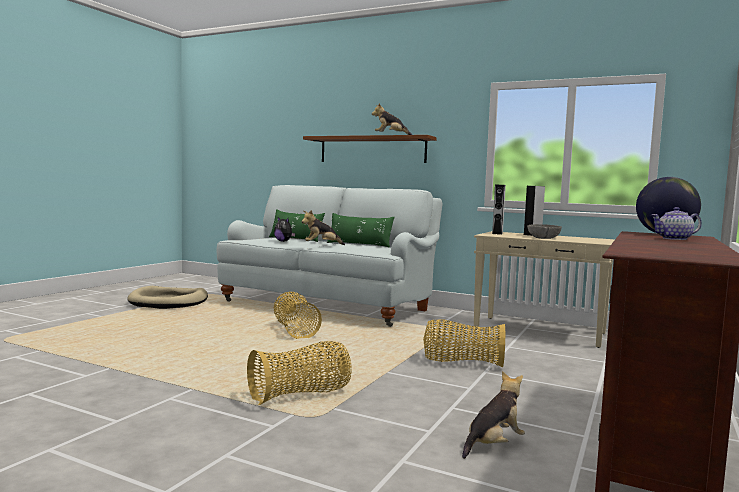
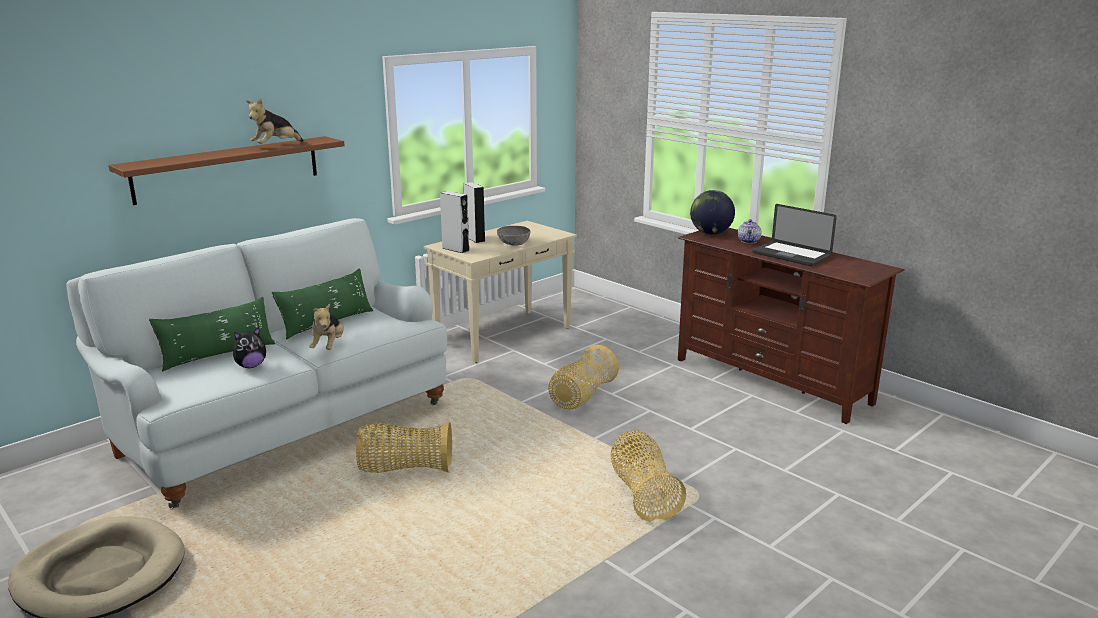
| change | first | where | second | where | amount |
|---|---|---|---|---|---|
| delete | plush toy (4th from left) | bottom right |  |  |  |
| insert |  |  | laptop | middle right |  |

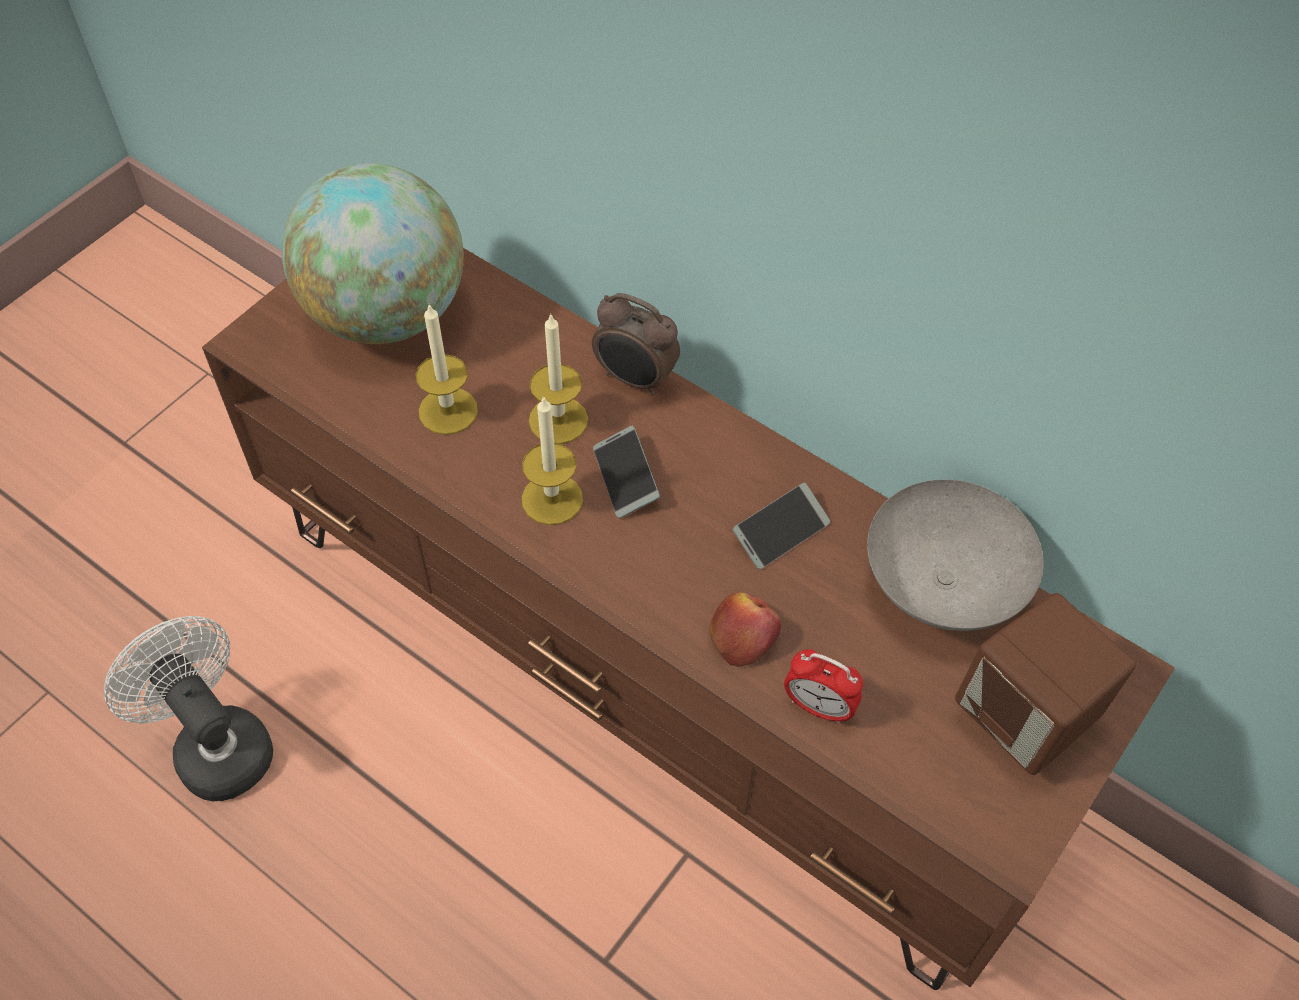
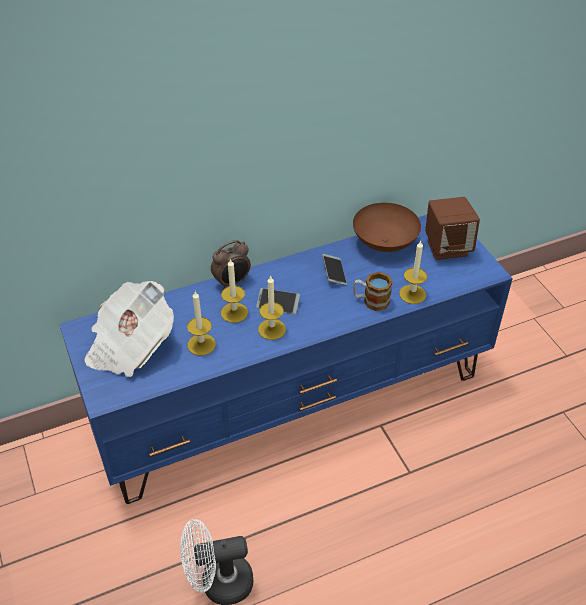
| change | first | where | second | where | amount |
|---|---|---|---|---|---|
| replace | globe | top left | newspaper | middle left |  |
| replace | apple | centre | mug | centre |  |
| replace | alarm clock (2nd from left) | bottom centre | candle (4th from left) | middle right |  |
| recolor | tv stand (brown) | centre | tv stand (blue) | centre |  |
| recolor | bowl (grey) | middle right | bowl (brown) | centre |  |

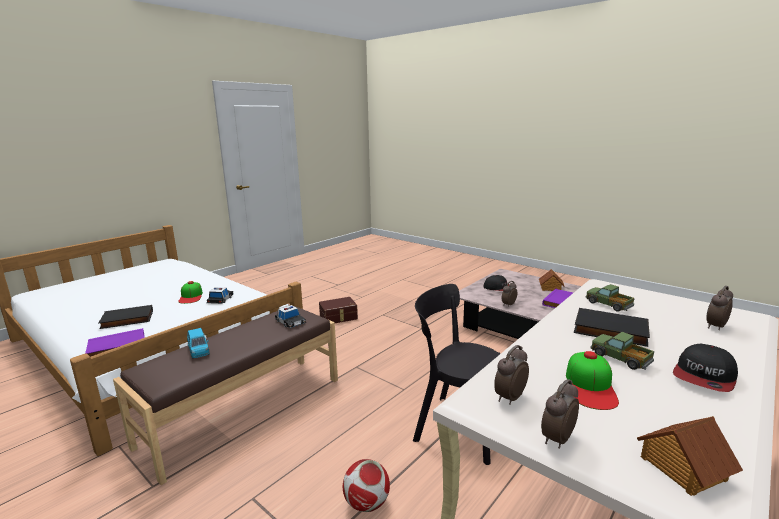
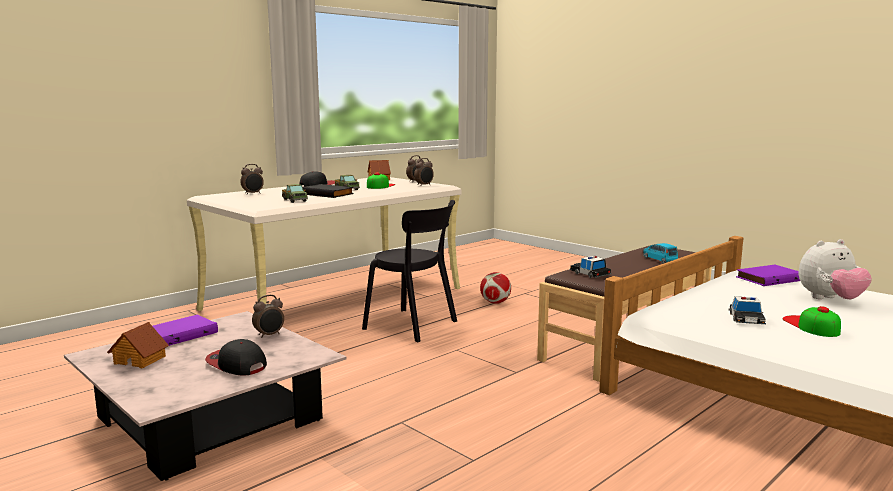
| change | first | where | second | where | amount |
|---|---|---|---|---|---|
| delete | storage box (brown) | centre |  |  |  |
| replace | book (black) (1st from left) | middle left | plush toy | middle right |  |

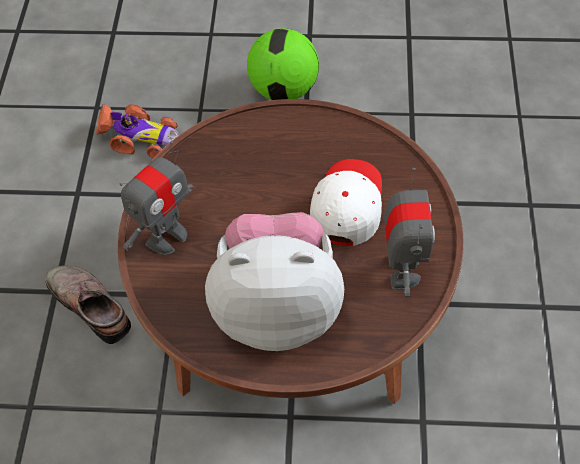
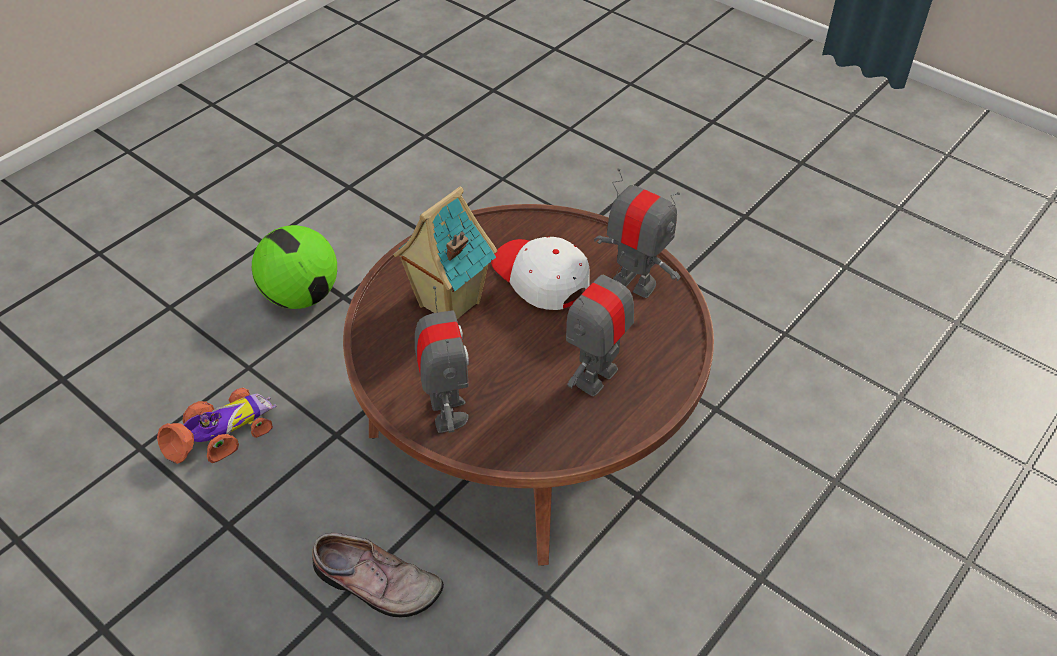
| change | first | where | second | where | amount |
|---|---|---|---|---|---|
| insert |  |  | toy house | centre |  |
| replace | plush toy | centre | toy robot (2nd from left) | centre |  |
| rotate | shoe | middle left |  | bottom centre | 150 degrees counterclockwise |

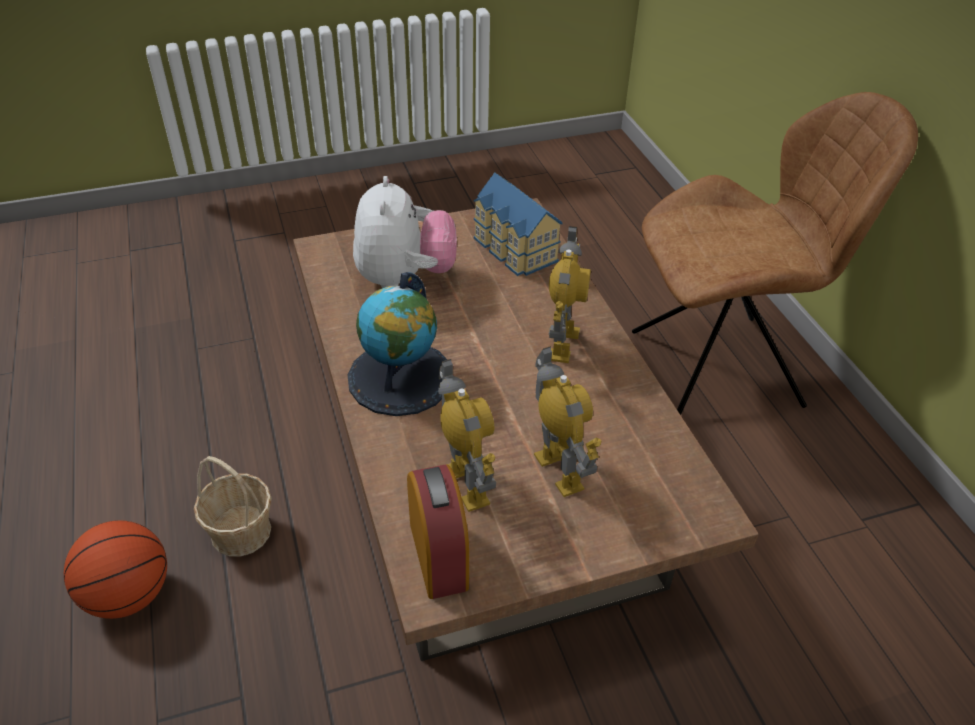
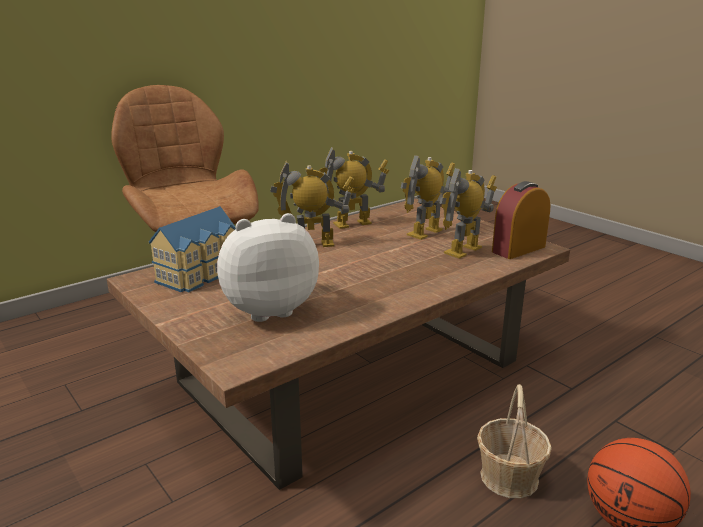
| change | first | where | second | where | amount |
|---|---|---|---|---|---|
| delete | globe | centre |  |  |  |
| insert |  |  | toy robot (2nd from left) | centre |  |

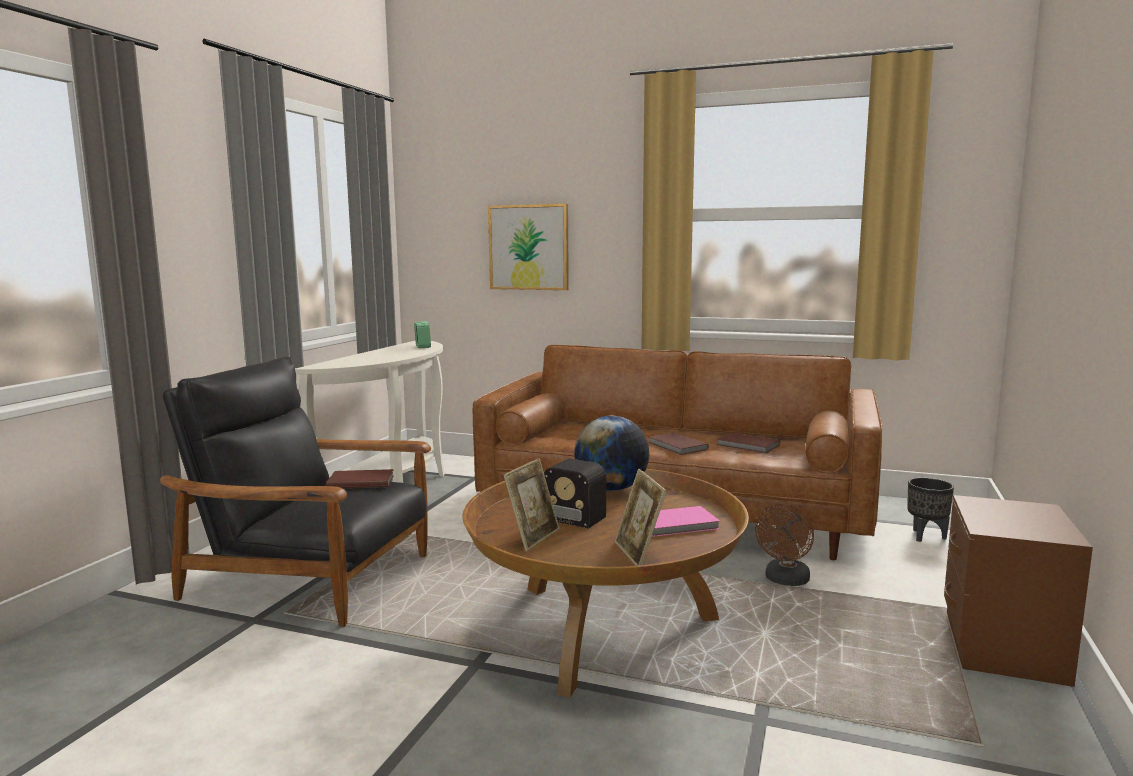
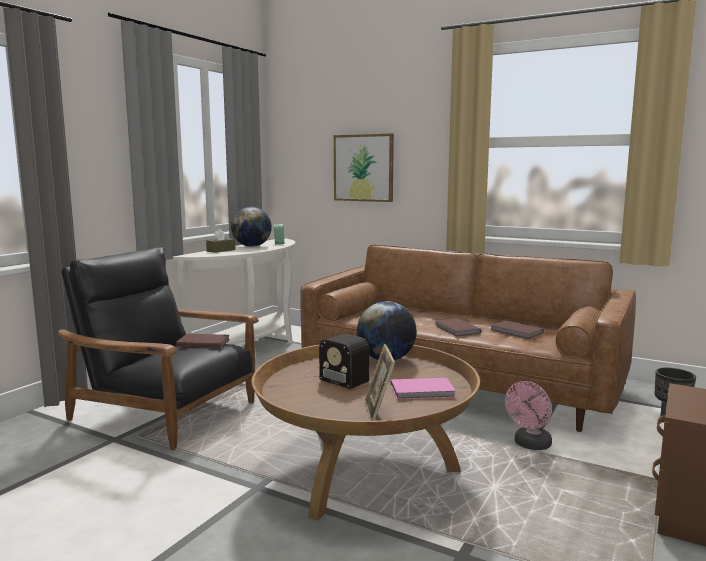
| change | first | where | second | where | amount |
|---|---|---|---|---|---|
| delete | picture frame (1st from left) | centre |  |  |  |
| insert |  |  | tissue box (brown) | middle left |  |
| insert |  |  | globe (1st from left) | centre |  |
| recolor | fan (brown) | bottom right | fan (pink) | bottom right |  |

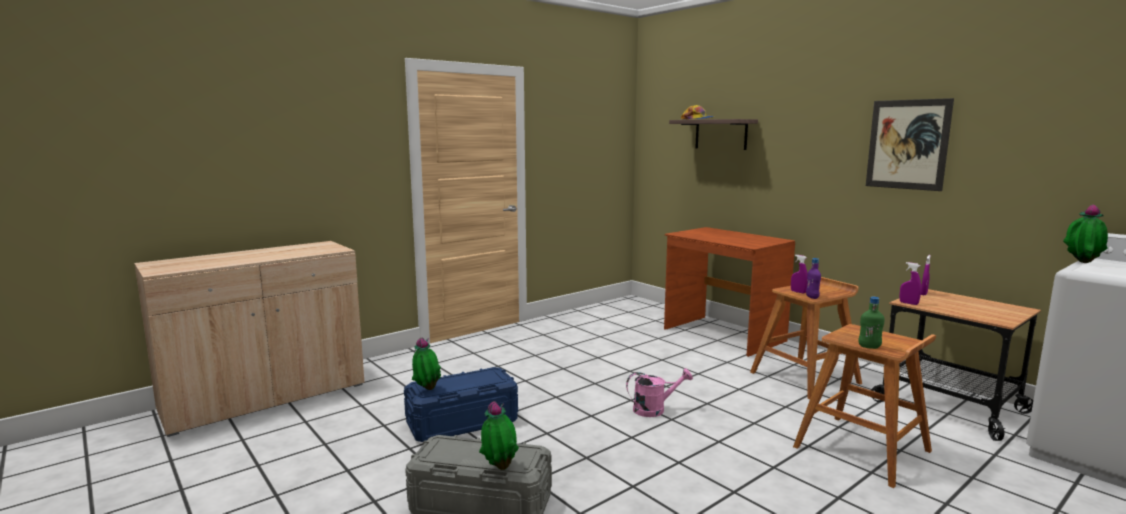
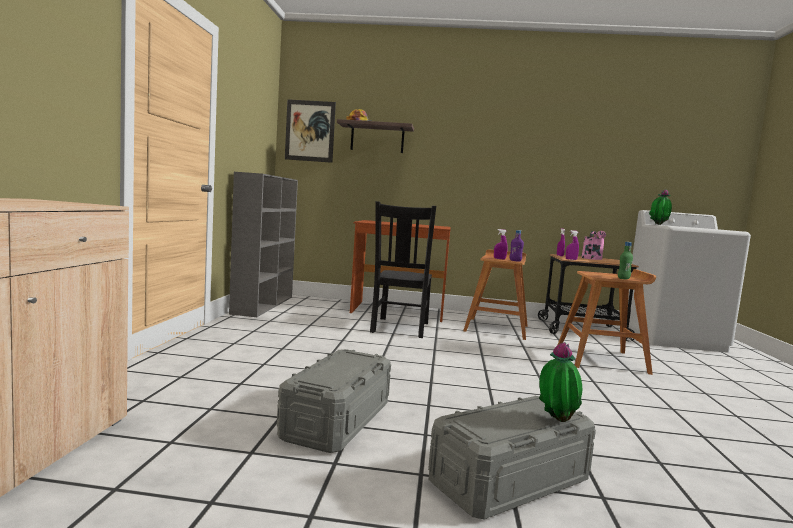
| change | first | where | second | where | amount |
|---|---|---|---|---|---|
| delete | potted plant (1st from left) | bottom centre |  |  |  |
| insert |  |  | bookcase (grey) | middle left |  |
| insert |  |  | chair (black) | centre |  |
| move | watering can (pink) | bottom centre |  | middle right |  |
| move | picture | top right |  | top centre |  |
| recolor | storage box (blue) | bottom centre | storage box (grey) (1st from left) | bottom centre |  |

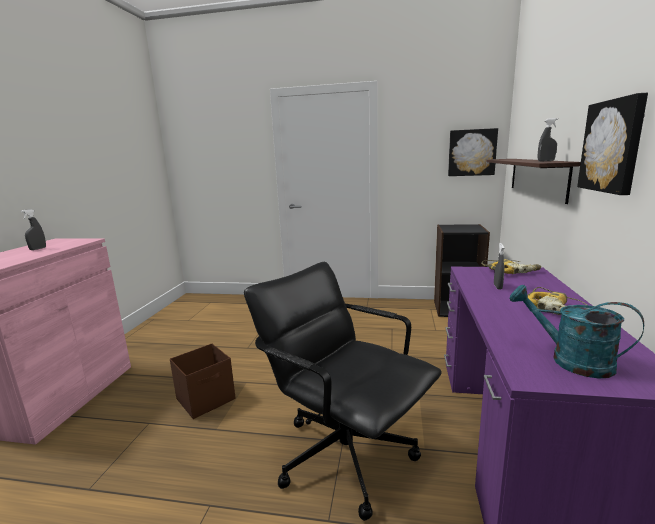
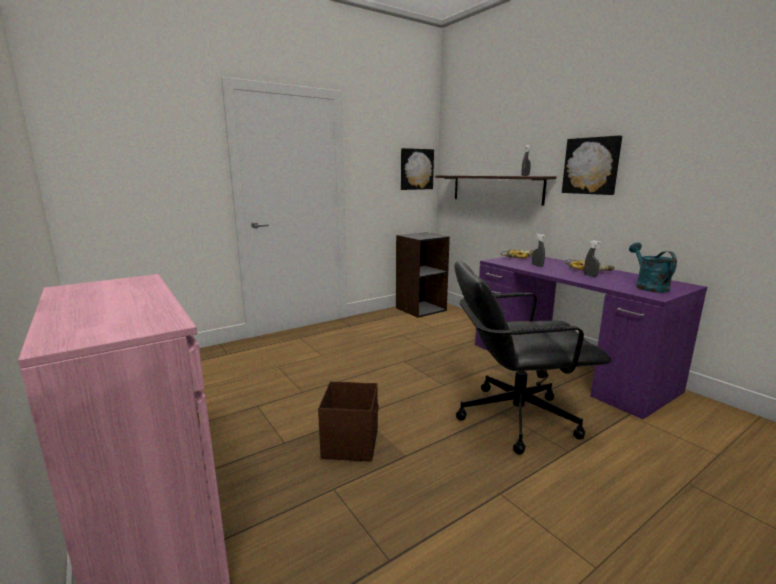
| change | first | where | second | where | amount |
|---|---|---|---|---|---|
| move | spray bottle (grey) (1st from left in the first image) | middle left | spray bottle (grey) (3rd from left) | middle right |  |
| rotate | watering can (turquoise) | middle right |  | middle right | 90 degrees clockwise |

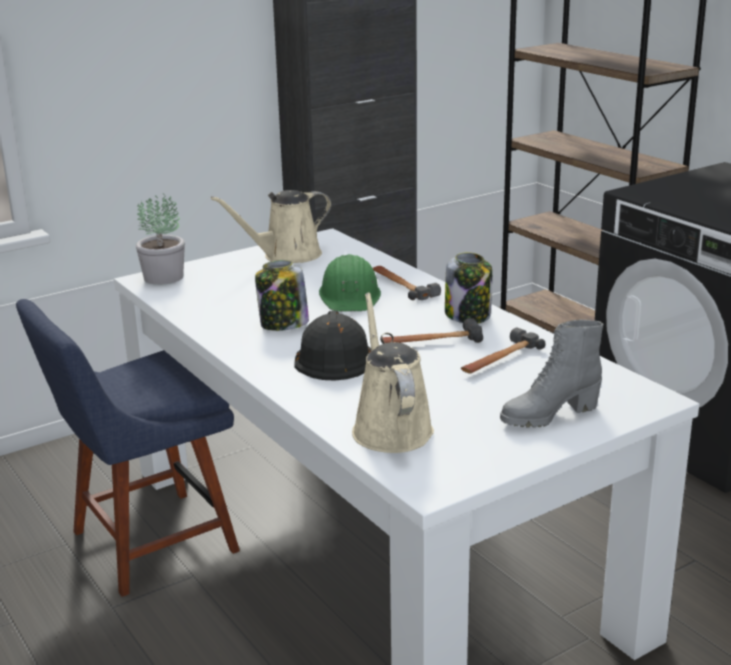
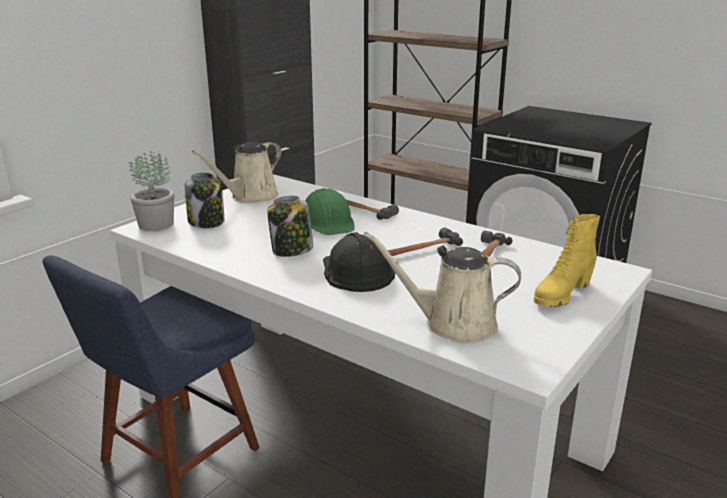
| change | first | where | second | where | amount |
|---|---|---|---|---|---|
| move | jar (2nd from left in the first image) | centre | jar (1st from left) | middle left |  |
| recolor | boot (grey) | middle right | boot (yellow) | middle right |  |
| rotate | watering can (beige) (2nd from left) | centre |  | centre | 45 degrees counterclockwise |

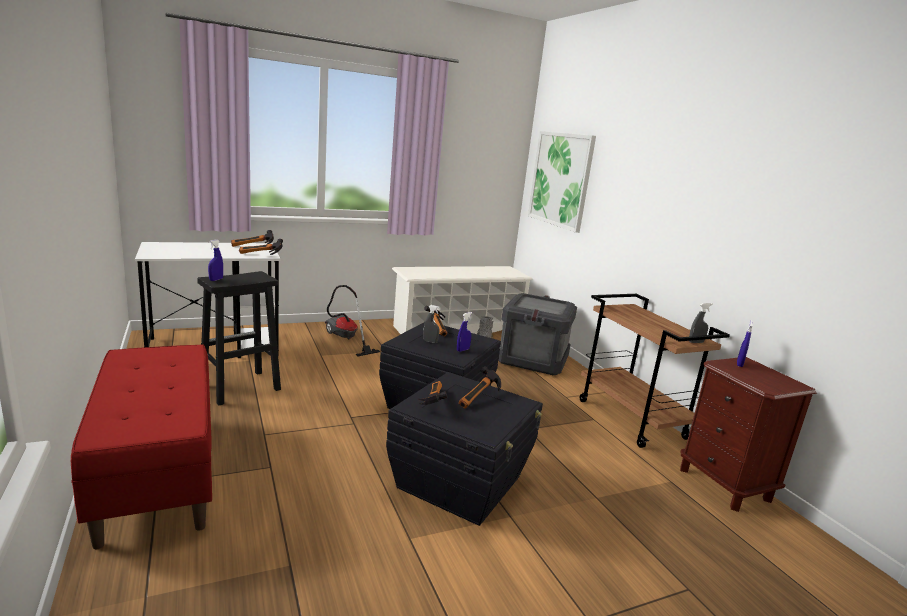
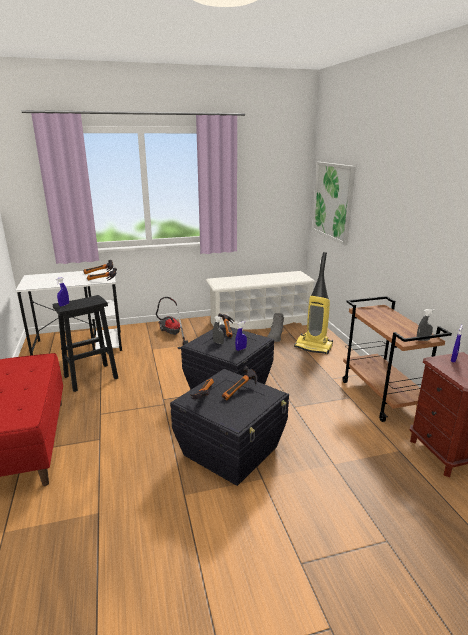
| change | first | where | second | where | amount |
|---|---|---|---|---|---|
| replace | crate | centre | vacuum cleaner (2nd from left) | middle right |  |

